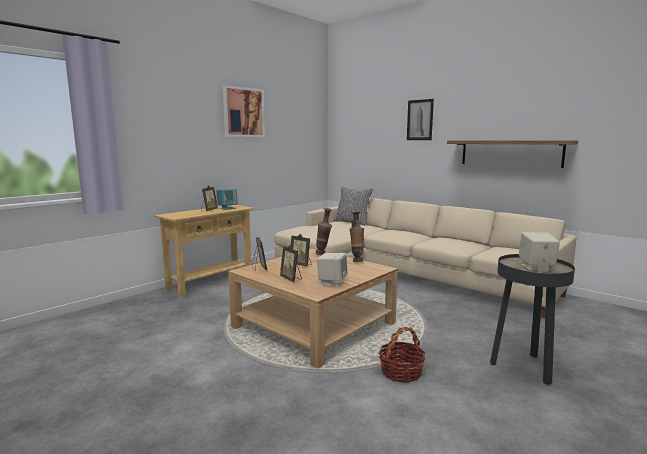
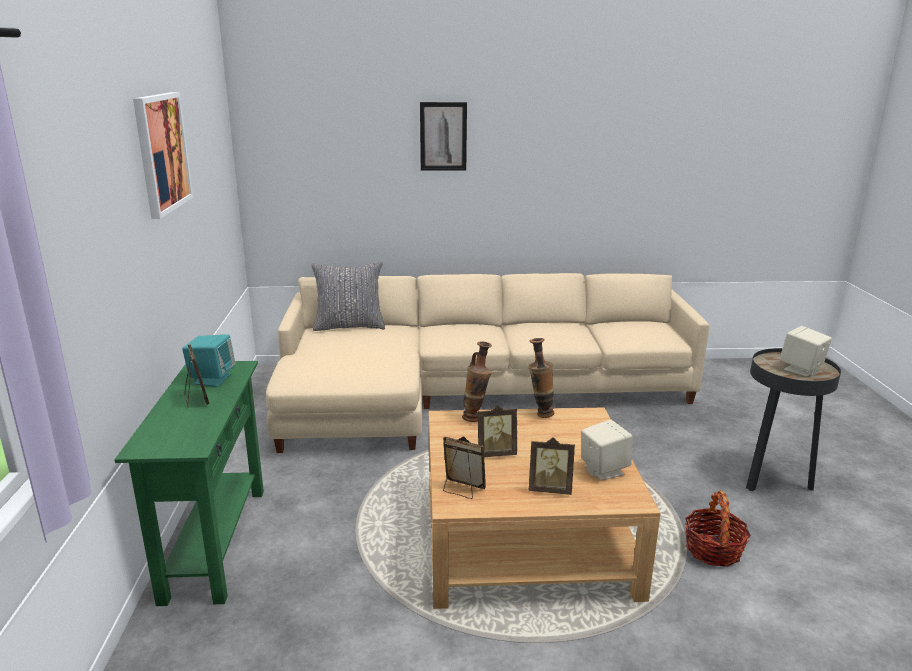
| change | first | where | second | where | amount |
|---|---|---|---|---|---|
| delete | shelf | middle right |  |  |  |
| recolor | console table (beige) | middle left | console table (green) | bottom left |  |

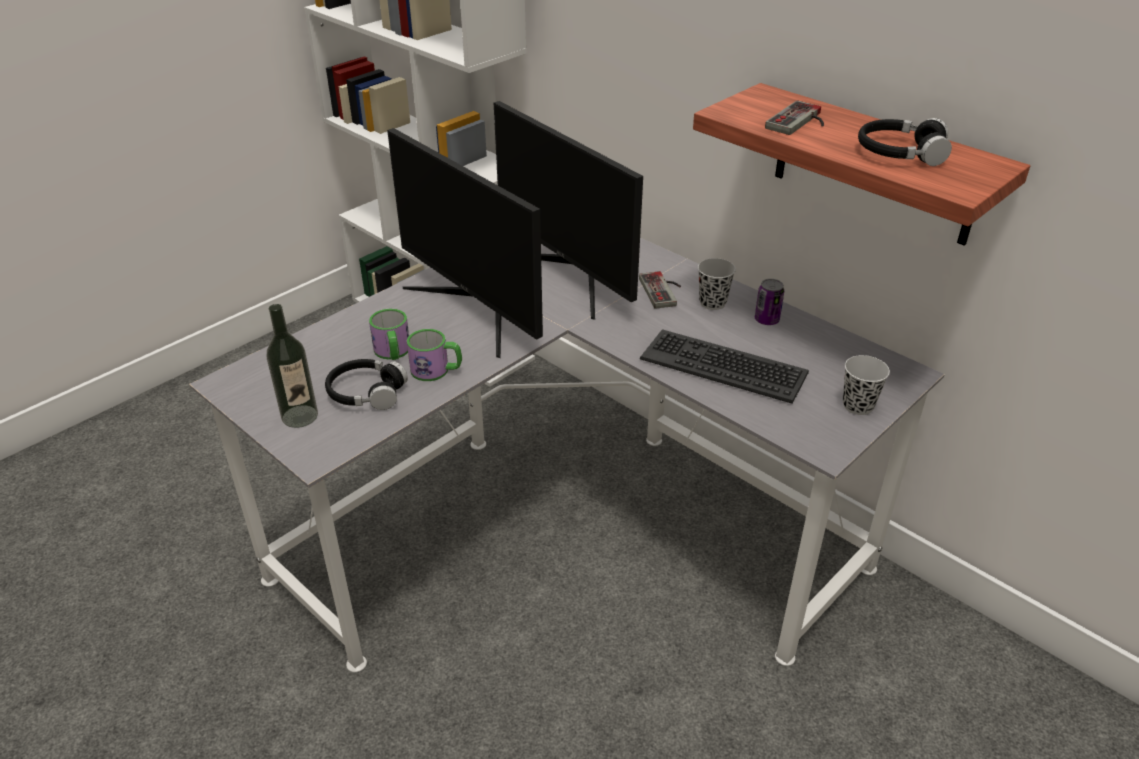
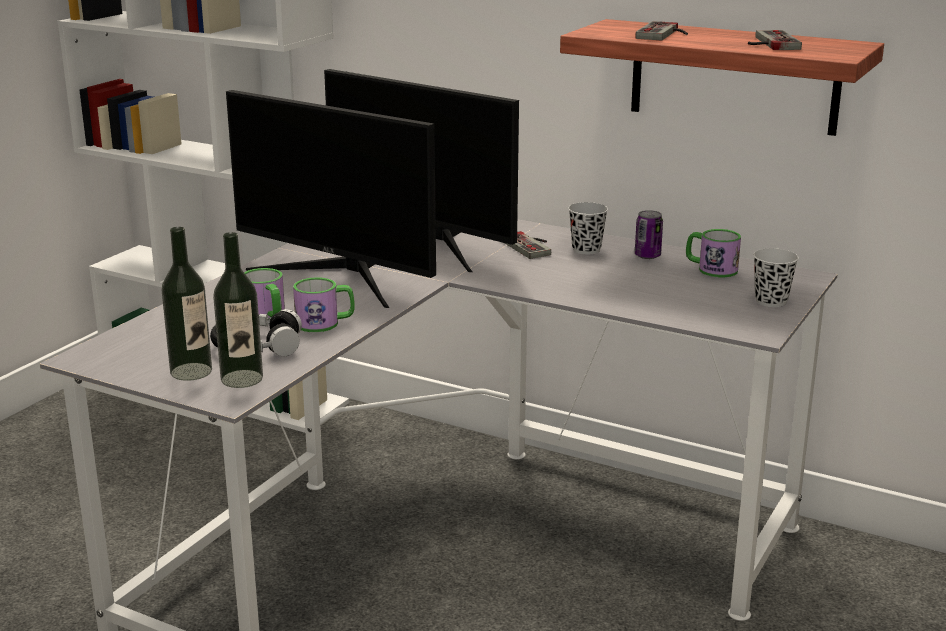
| change | first | where | second | where | amount |
|---|---|---|---|---|---|
| delete | keyboard | centre |  |  |  |
| insert |  |  | bottle (2nd from left) | middle left |  |
| insert |  |  | mug (3rd from left) | middle right |  |
| replace | headphones (black) (2nd from left) | top right | game controller (3rd from left) | top right |  |

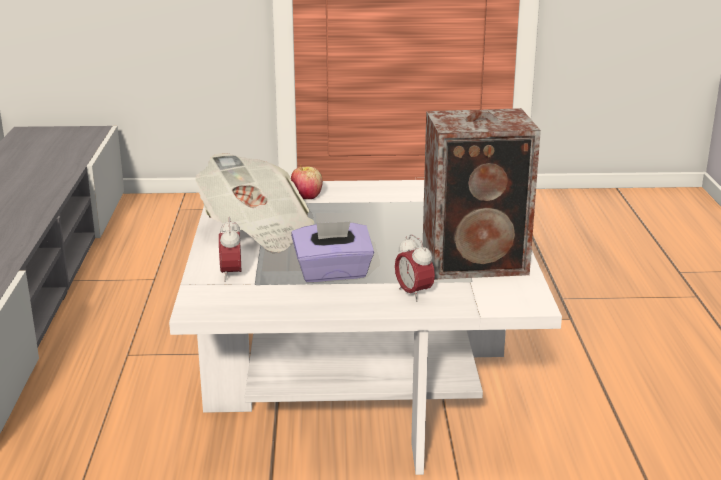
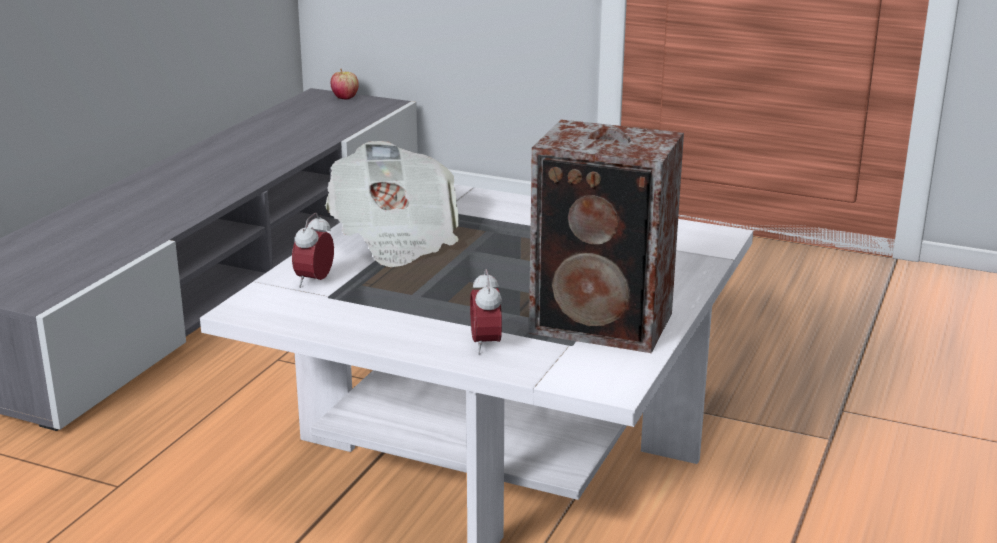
| change | first | where | second | where | amount |
|---|---|---|---|---|---|
| delete | tissue box (purple) | centre |  |  |  |
| move | apple | centre |  | top centre |  |

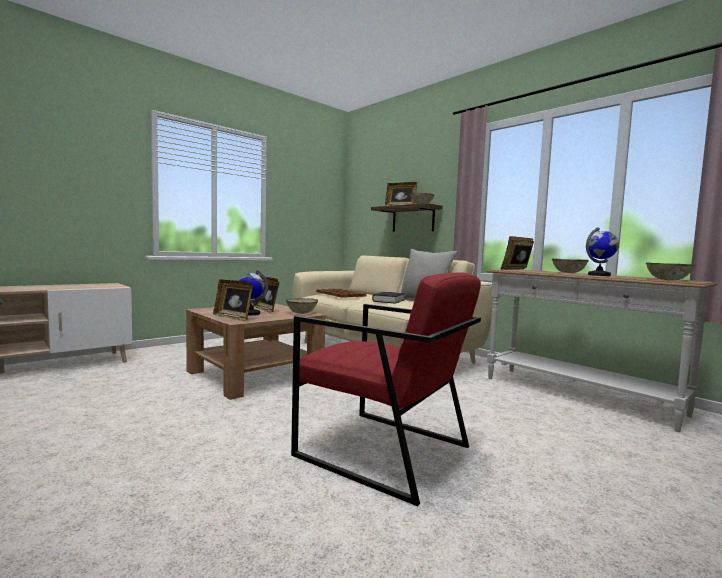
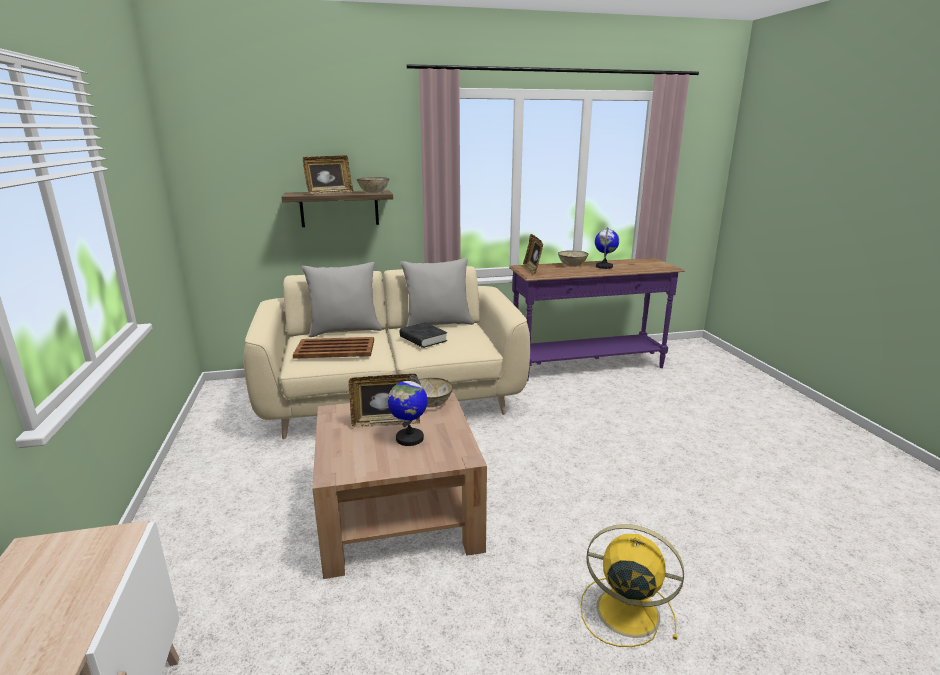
| change | first | where | second | where | amount |
|---|---|---|---|---|---|
| delete | picture frame (1st from left) | middle left |  |  |  |
| delete | armchair (red) | bottom centre |  |  |  |
| delete | bowl (4th from left) | middle right |  |  |  |
| insert |  |  | pillow (grey) (1st from left) | centre |  |
| insert |  |  | fan (yellow) | bottom right |  |
| recolor | console table (white) | middle right | console table (purple) | centre |  |

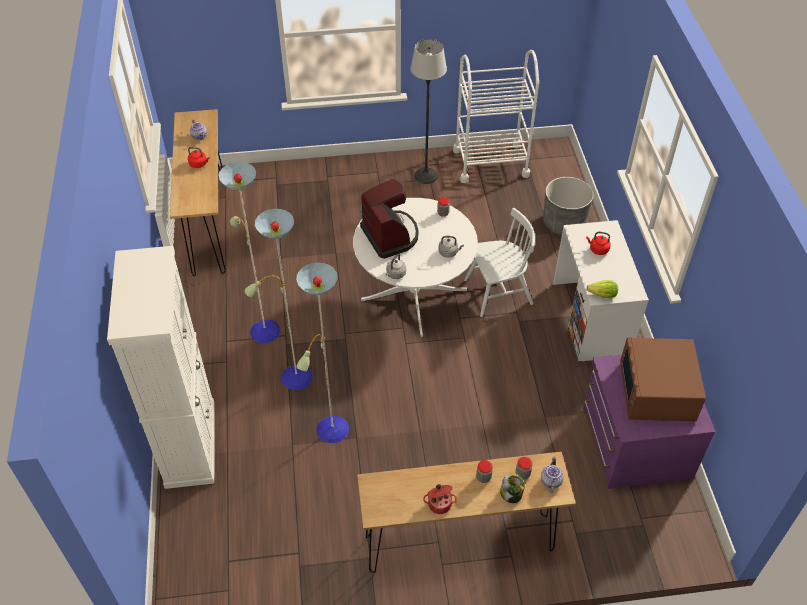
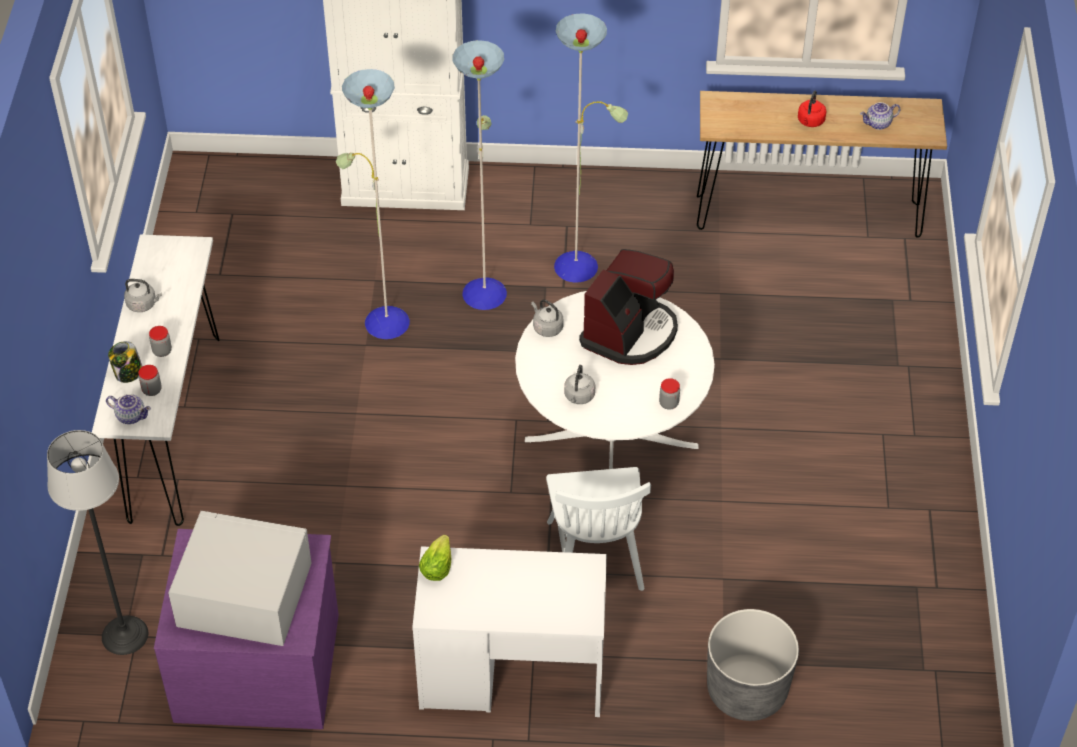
| change | first | where | second | where | amount |
|---|---|---|---|---|---|
| delete | cart (white) | top centre |  |  |  |
| delete | kettle (red) (2nd from left) | middle right |  |  |  |
| move | floor lamp (2nd from left in the first image) | top centre | floor lamp (1st from left) | bottom left |  |
| replace | cooking pot | bottom centre | kettle (grey) (1st from left) | middle left |  |
| recolor | console table (brown) (2nd from left) | bottom centre | console table (white) | middle left |  |
| recolor | microwave (brown) | middle right | microwave (white) | bottom left |  |
| rotate | coffee machine | centre |  | centre | 45 degrees counterclockwise |

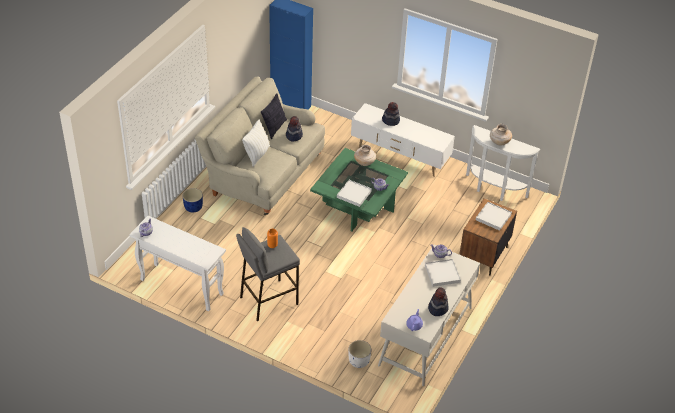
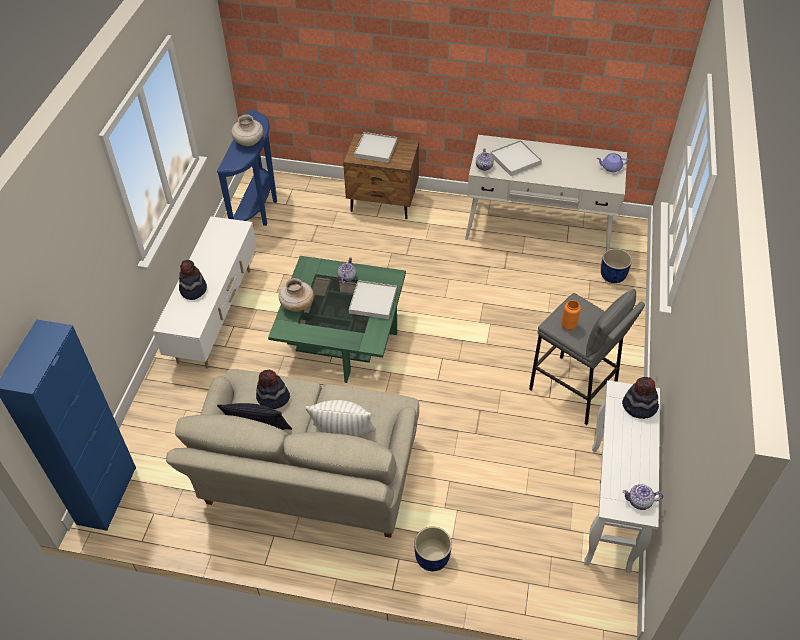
| change | first | where | second | where | amount |
|---|---|---|---|---|---|
| move | hat (3rd from left) | bottom centre |  | middle right |  |
| recolor | planter (white) | bottom centre | planter (blue) (2nd from left) | middle right |  |
| recolor | console table (white) (2nd from left) | middle right | console table (blue) | top left |  |

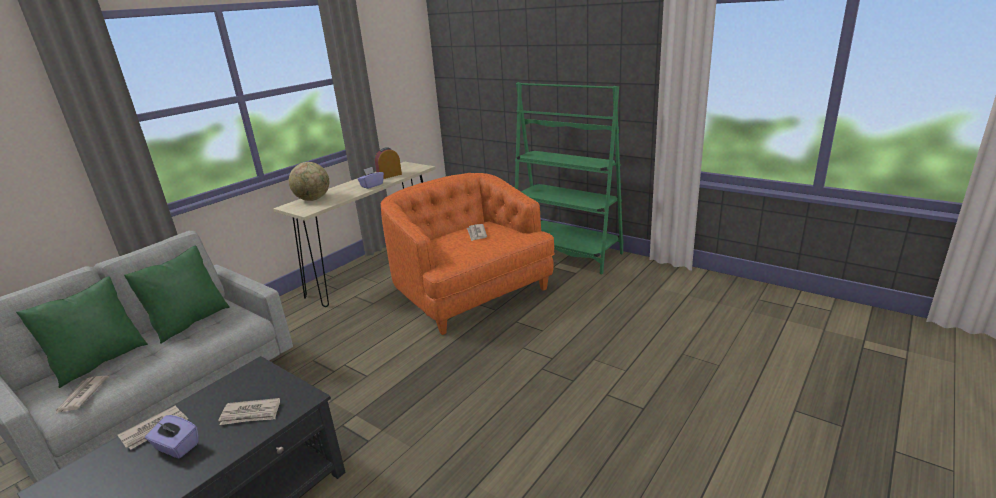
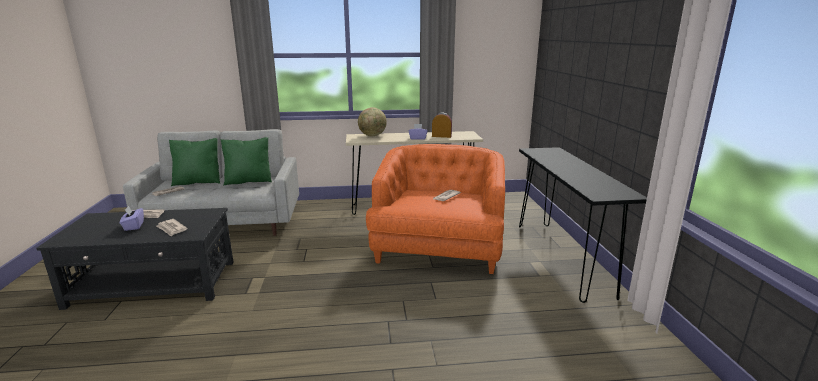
| change | first | where | second | where | amount |
|---|---|---|---|---|---|
| replace | bookcase (green) | centre | console table (black) | middle right |  |

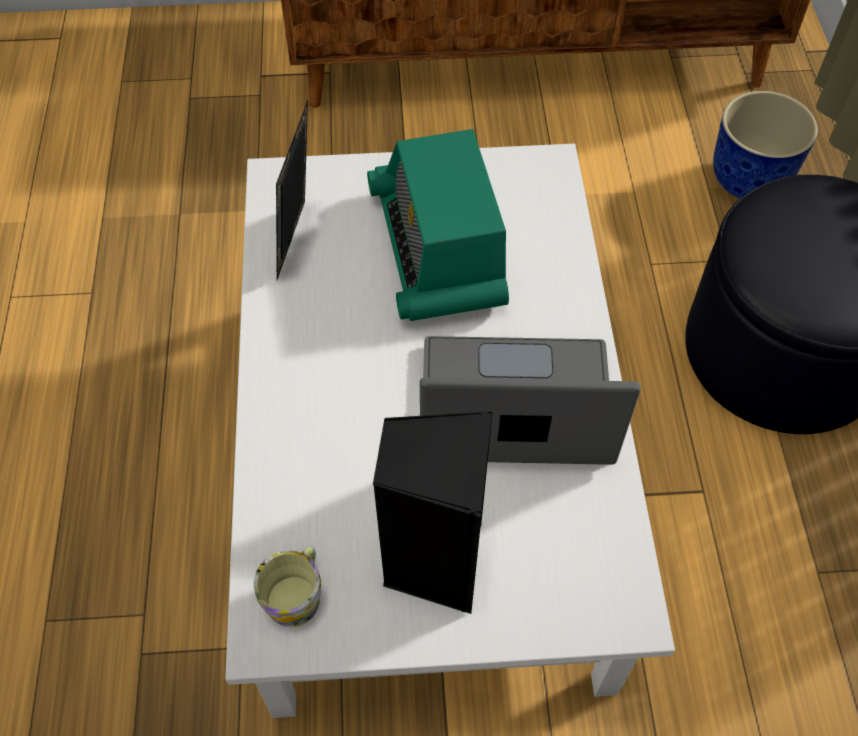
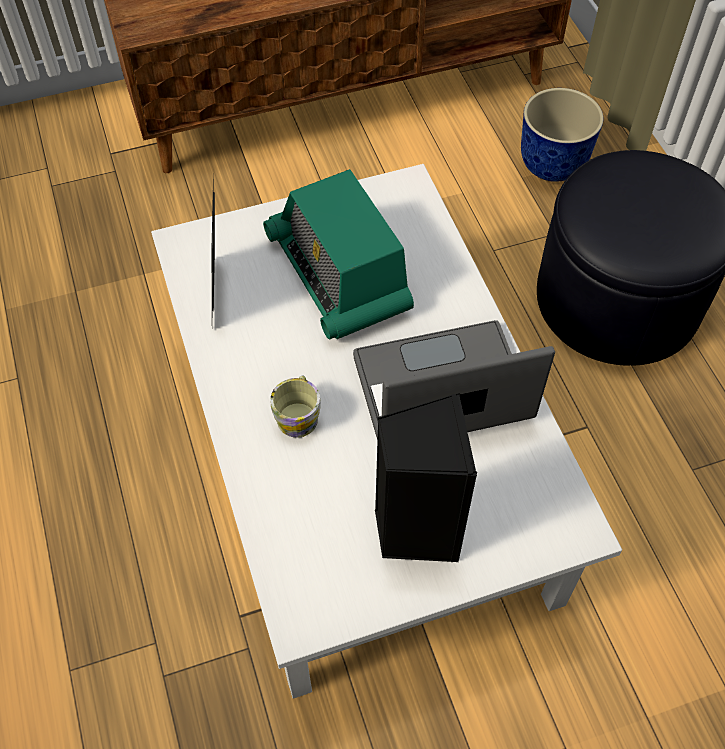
| change | first | where | second | where | amount |
|---|---|---|---|---|---|
| move | mug | bottom centre |  | centre |  |

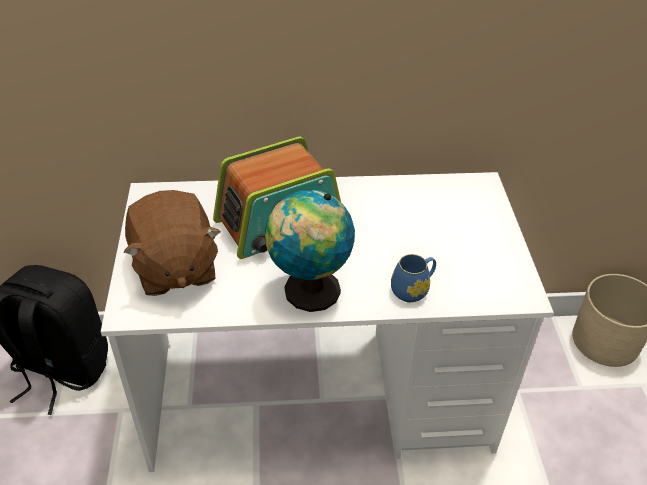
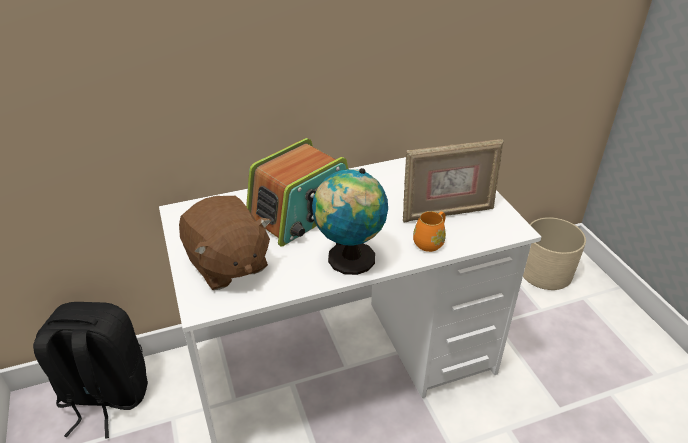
| change | first | where | second | where | amount |
|---|---|---|---|---|---|
| insert |  |  | picture frame | centre |  |
| recolor | mug (blue) | centre | mug (orange) | centre |  |

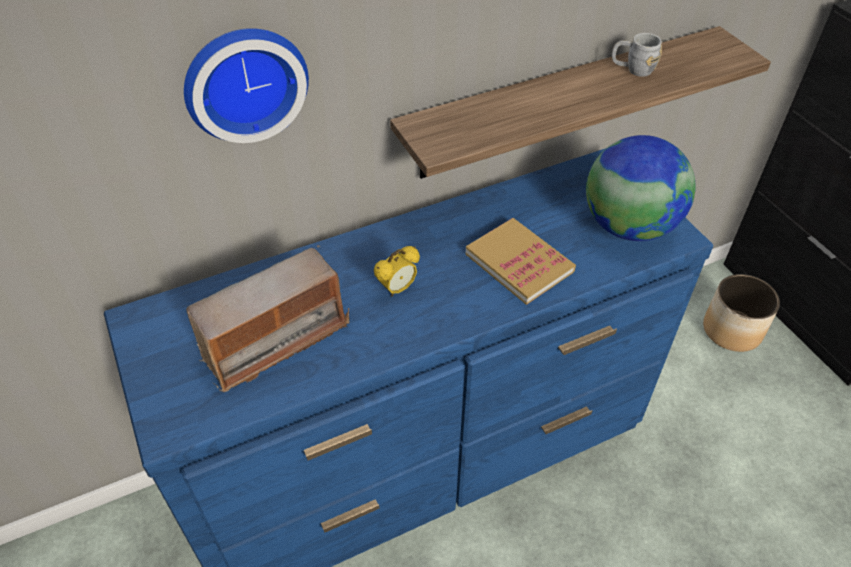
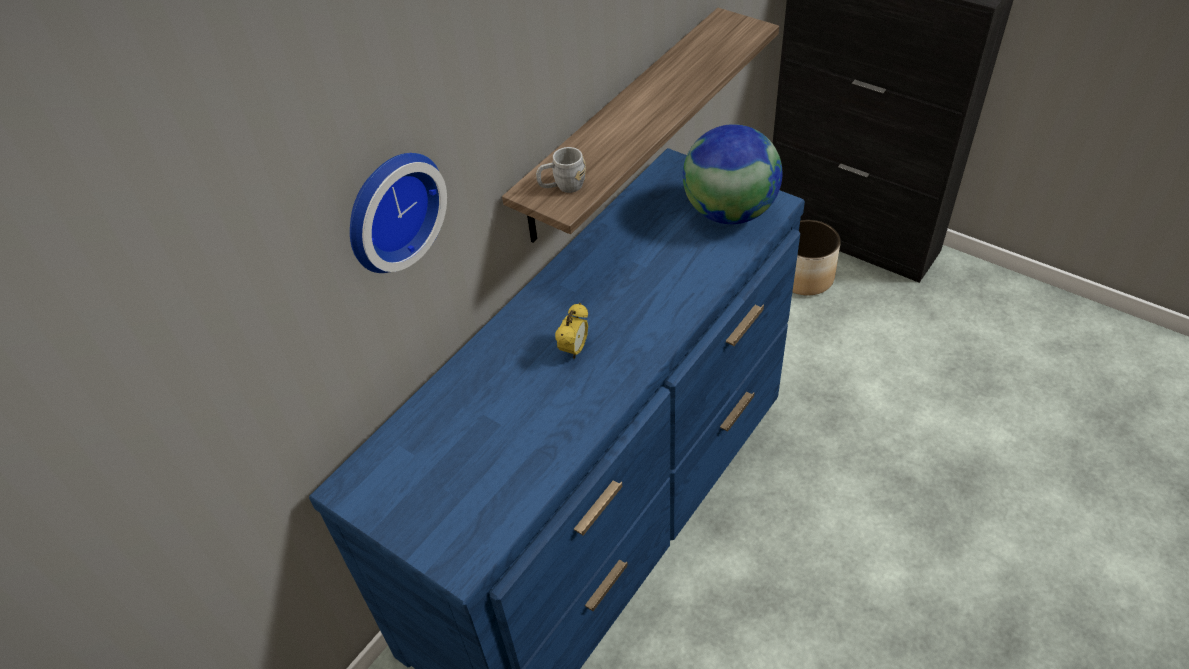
| change | first | where | second | where | amount |
|---|---|---|---|---|---|
| delete | radio | middle left |  |  |  |
| delete | book | centre |  |  |  |
| move | mug (grey) | top right |  | top centre |  |

